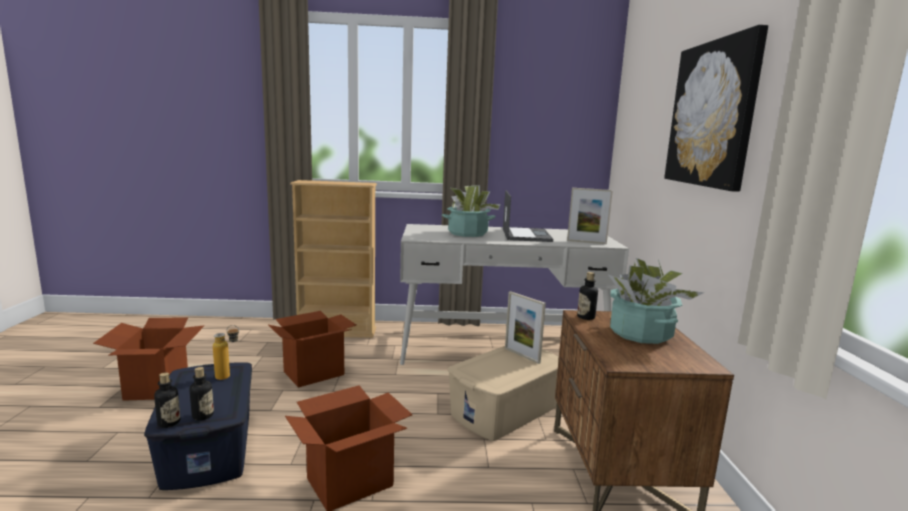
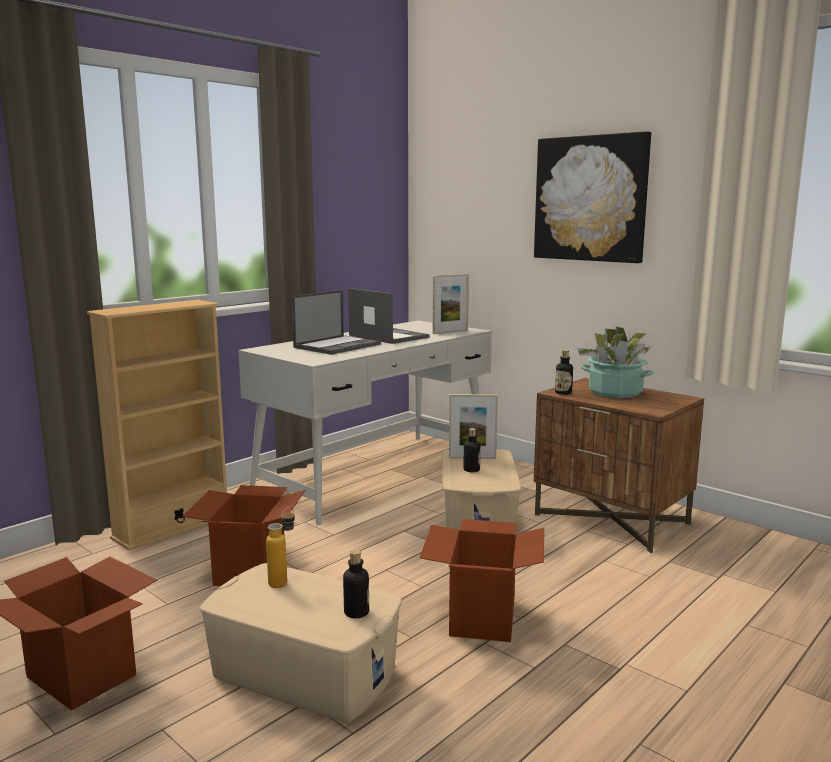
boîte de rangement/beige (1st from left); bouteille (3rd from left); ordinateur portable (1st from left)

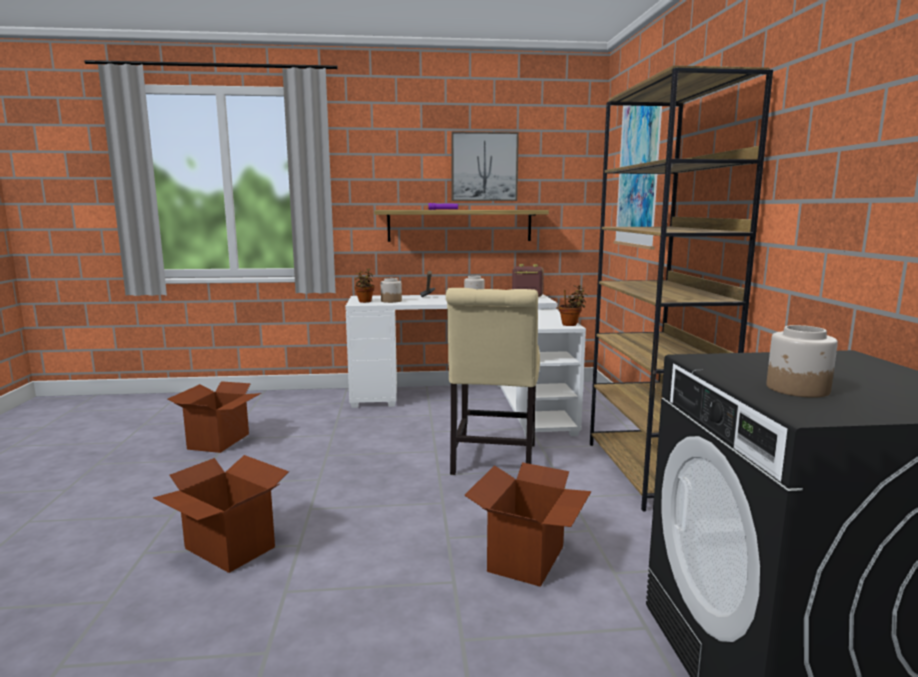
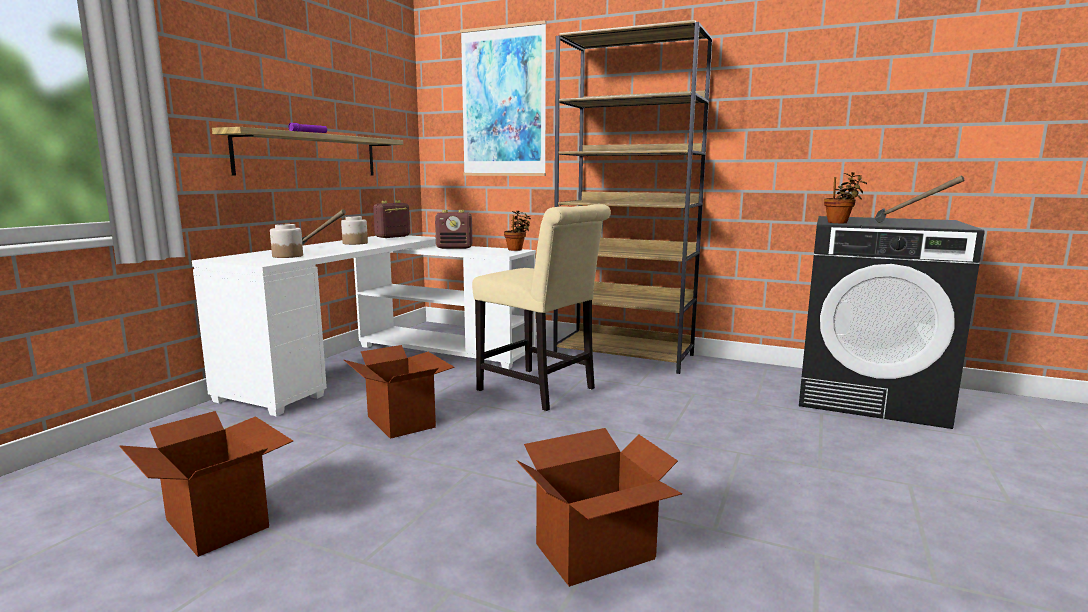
plante en pot (2nd from left); tableau (1st from left in the first image); carton (2nd from left); marteau (2nd from left); radio (2nd from left)

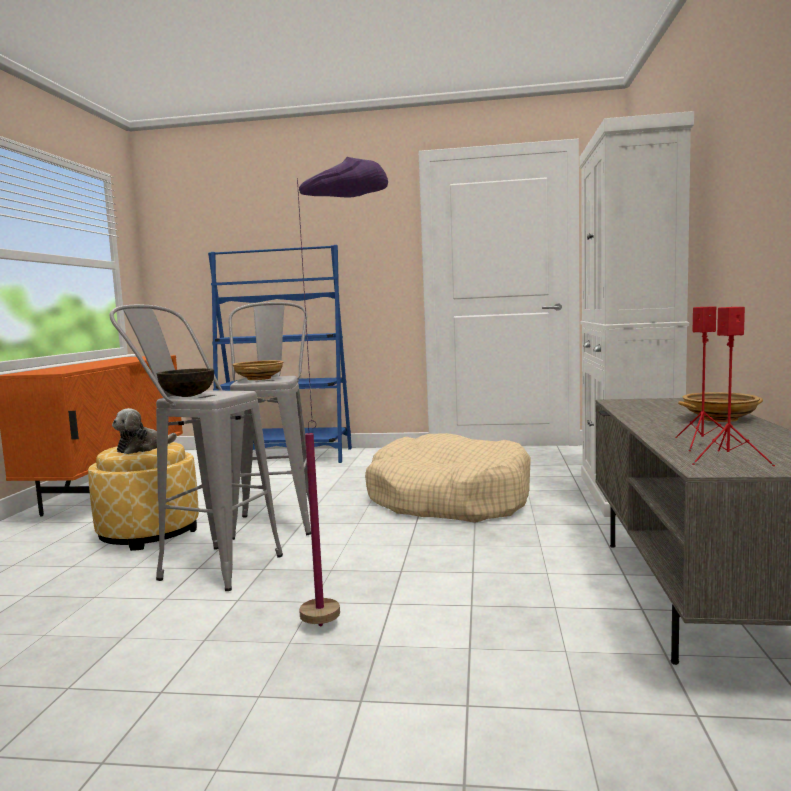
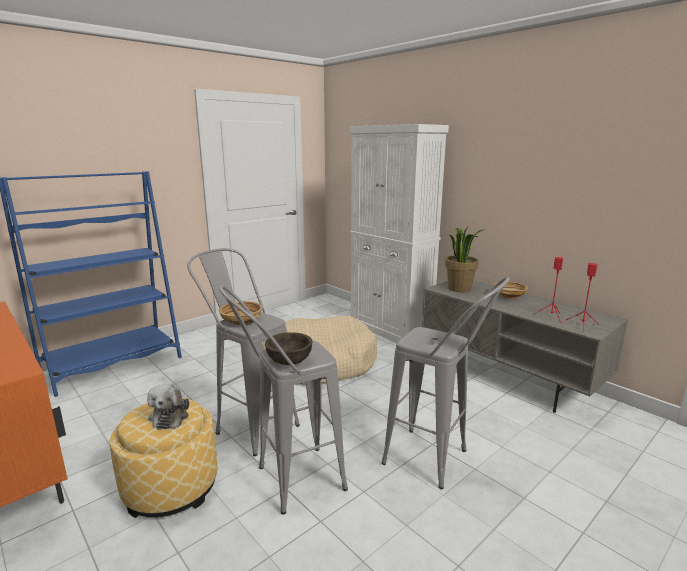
tabouret/gris (3rd from left); plante en pot

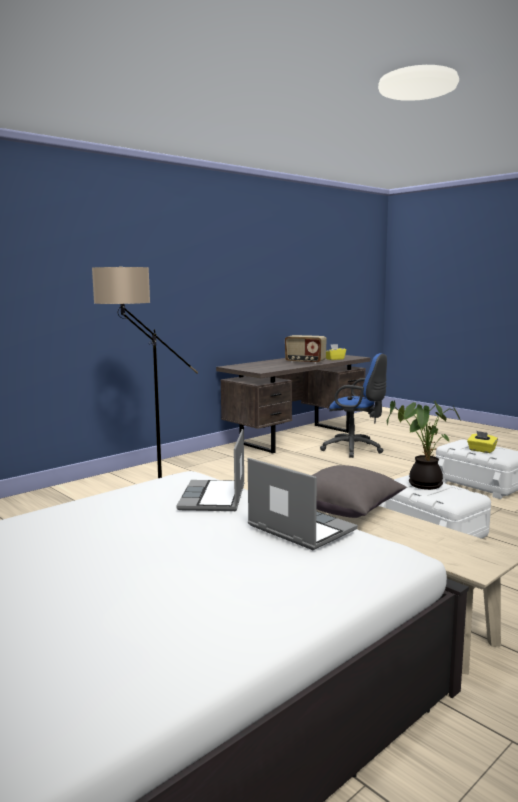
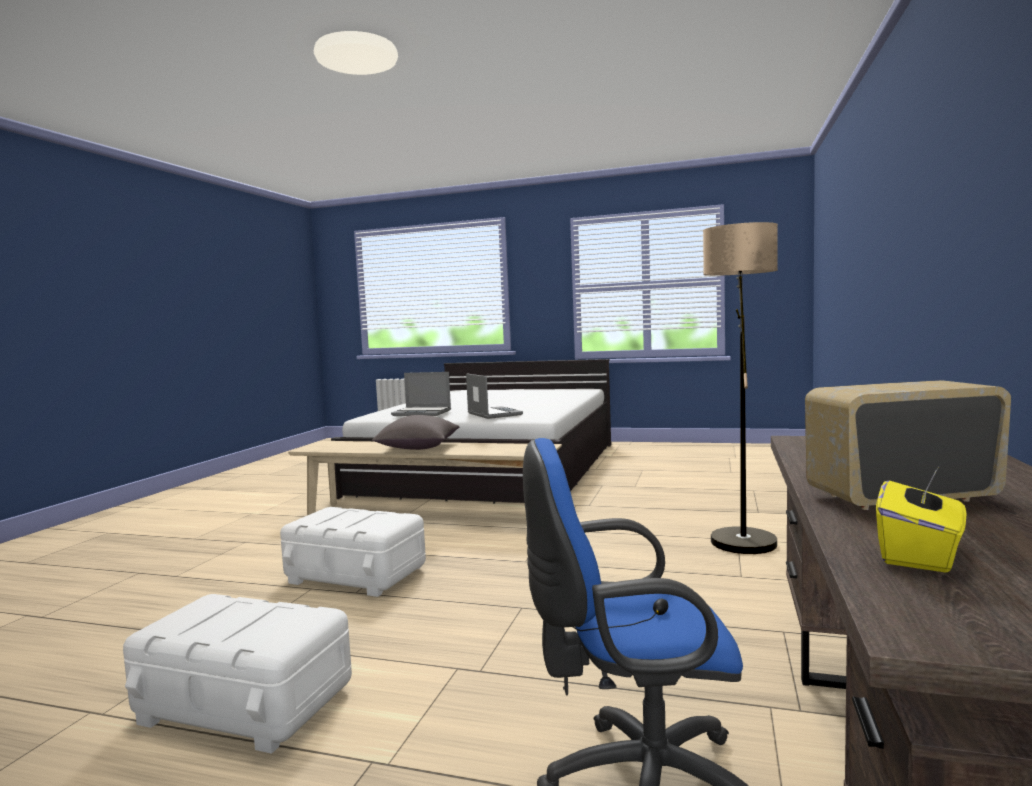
plante en pot; boîte à mouchoirs/jaune (2nd from left in the first image)

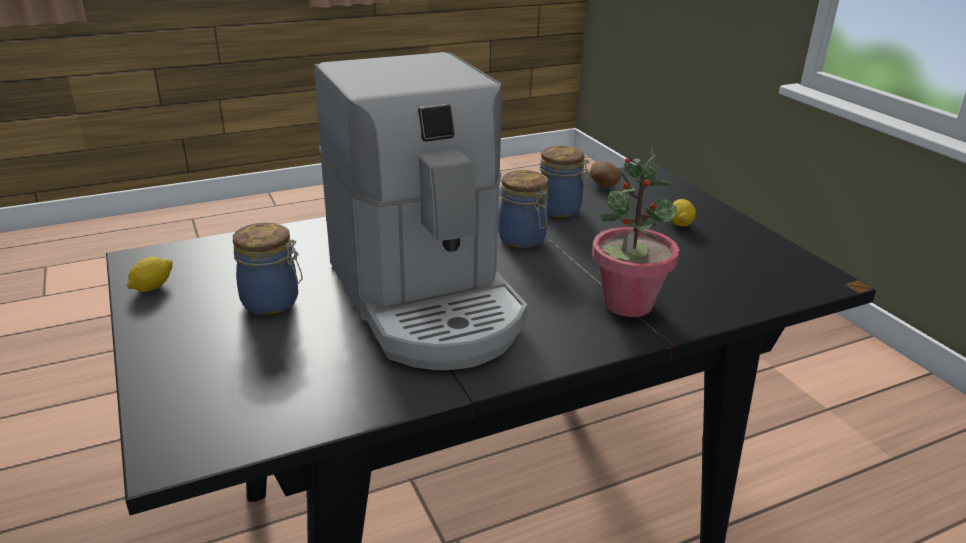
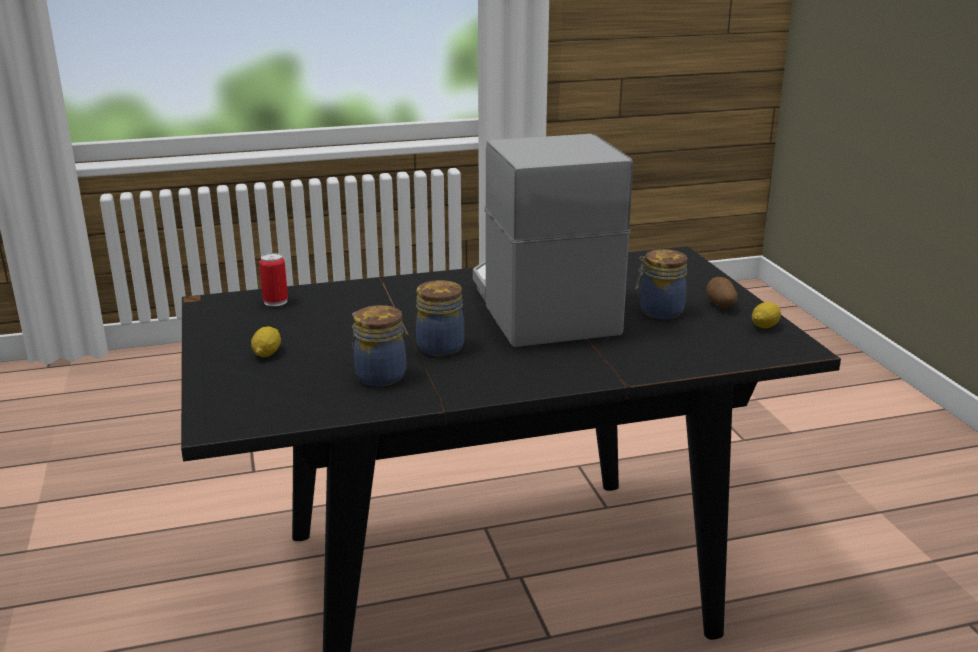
pomme de terre; plante en pot; boîte métallique

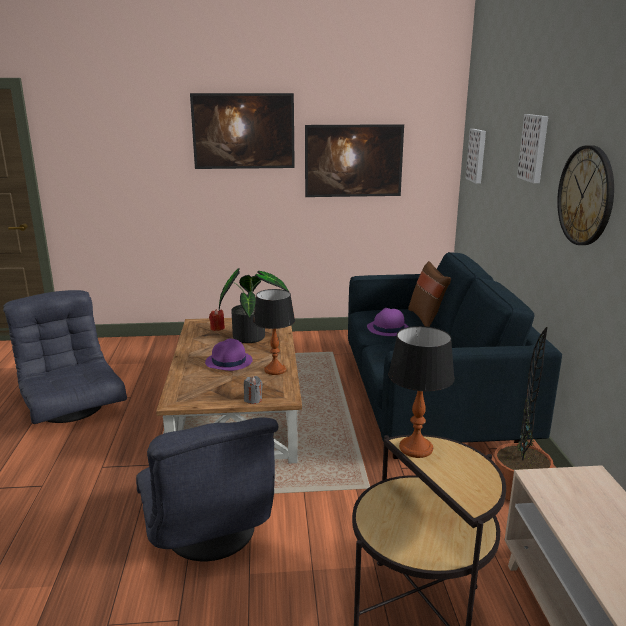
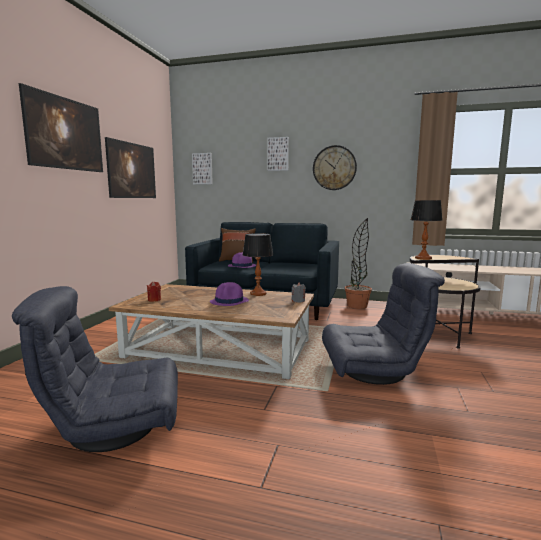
plante en pot (1st from left in the first image)

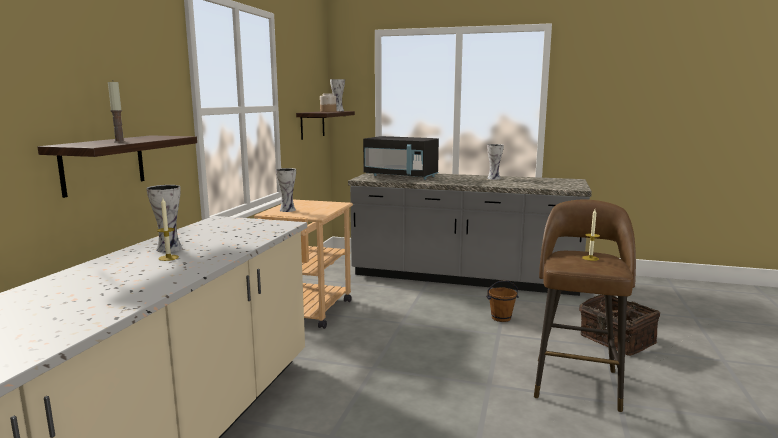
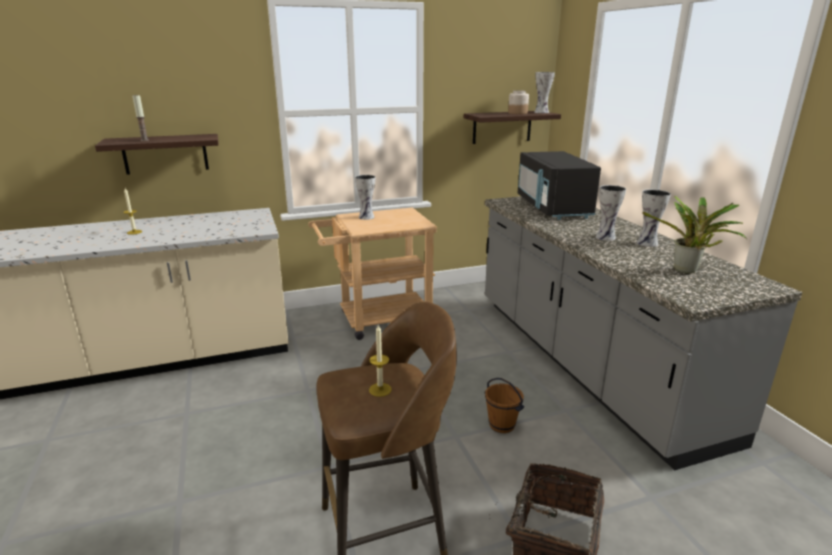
vase (3rd from left); plante en pot

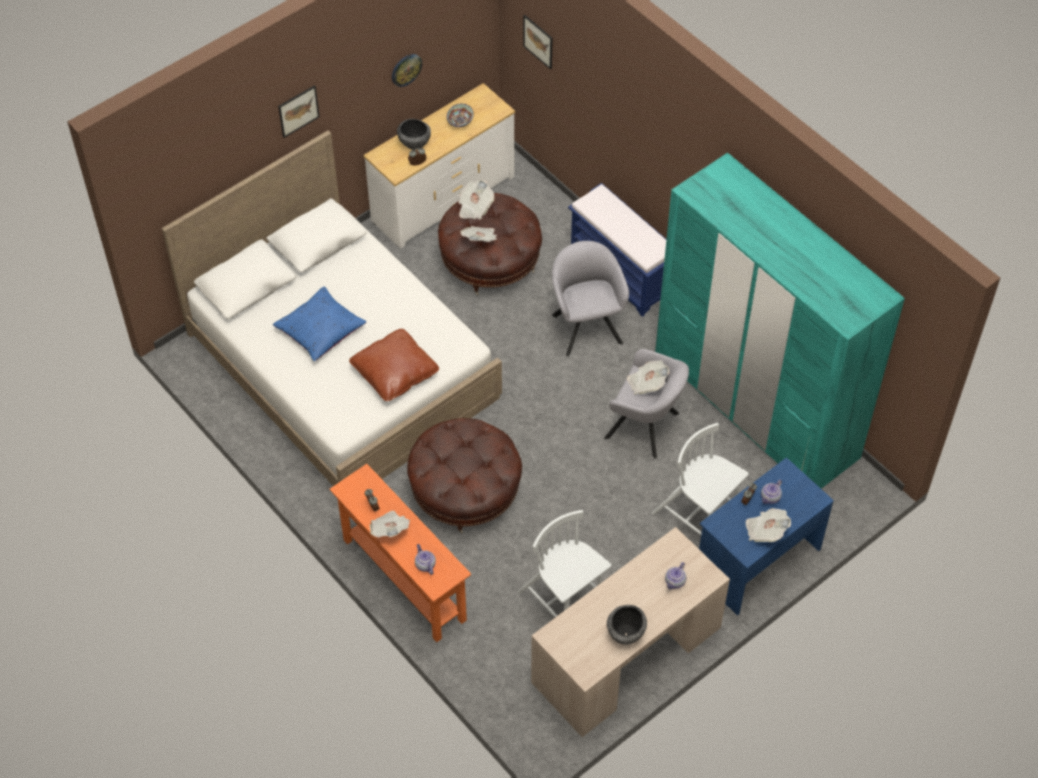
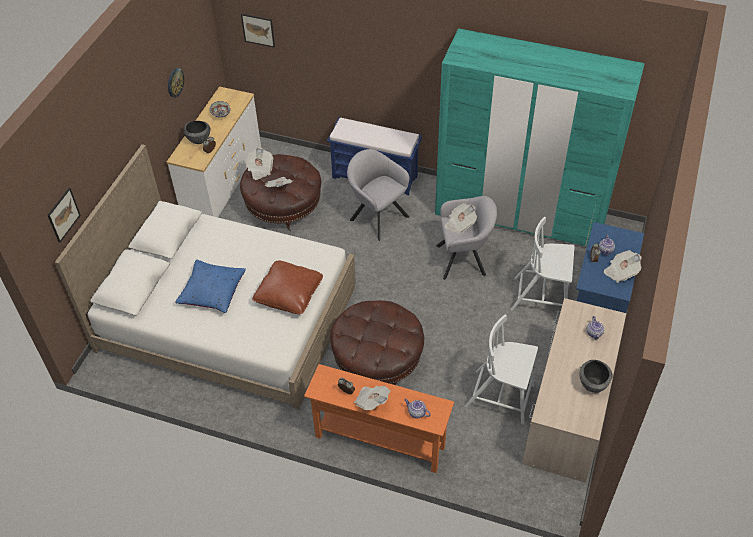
tableau (1st from left)

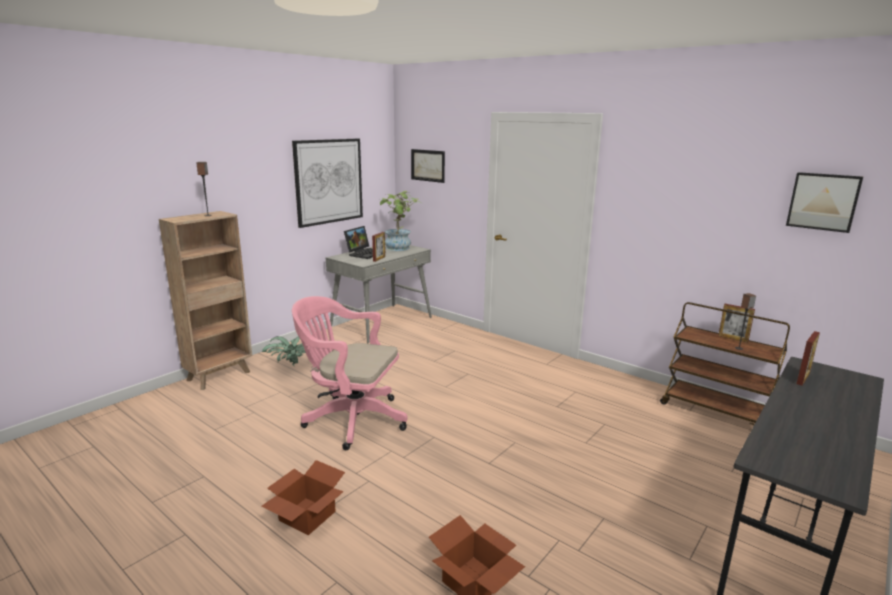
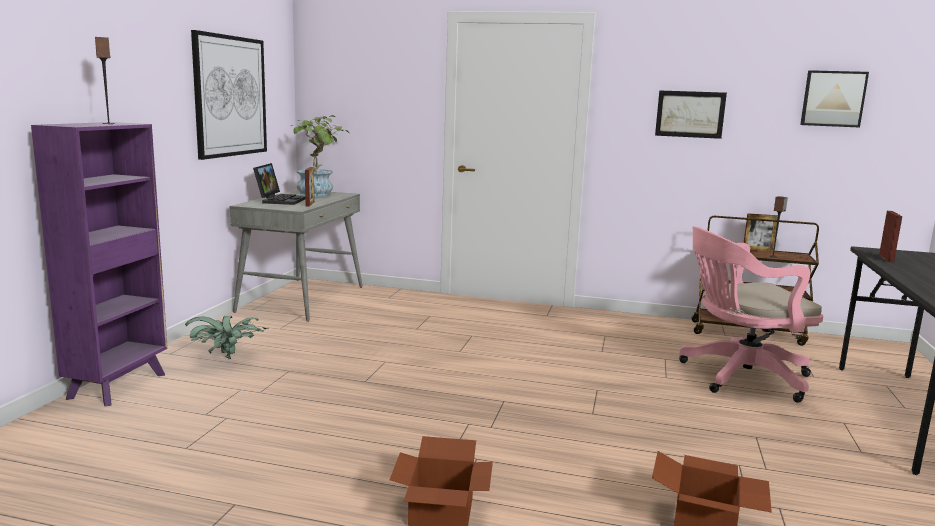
bibliothèque/violet; chaise de bureau/rose; tableau (2nd from left)

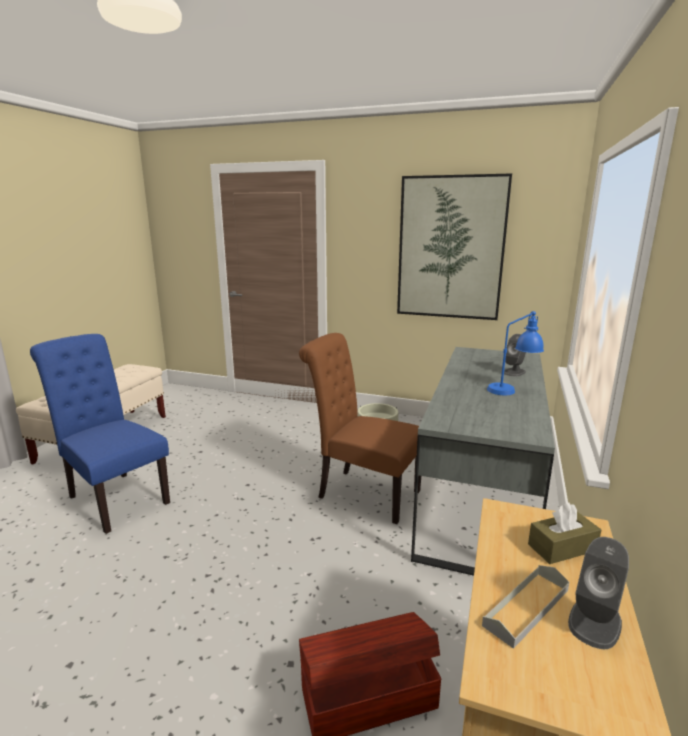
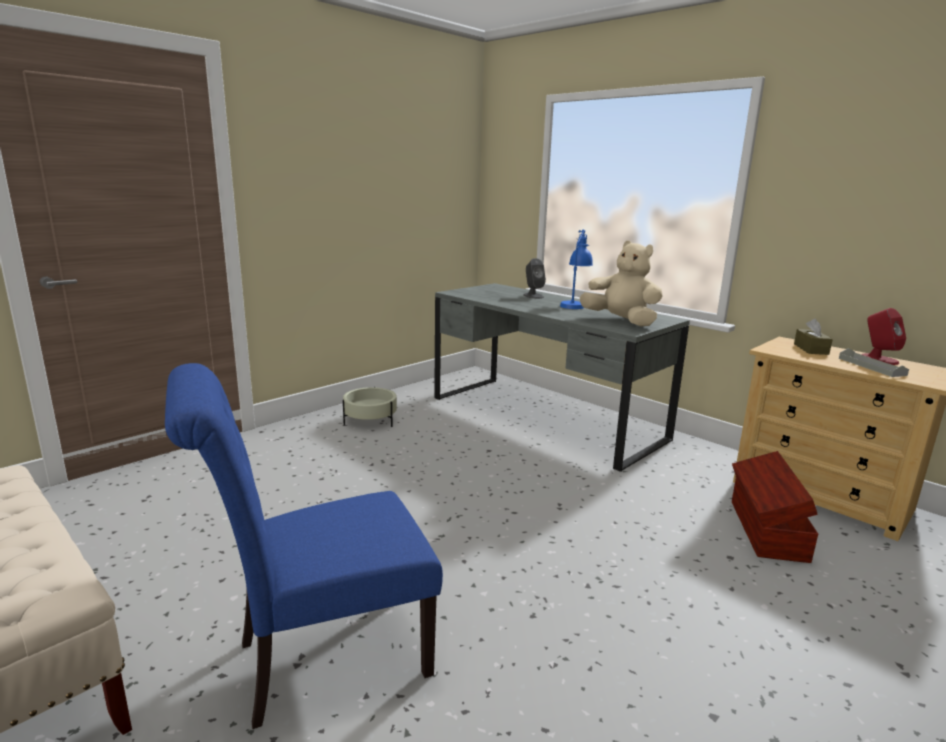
chaise/marron; tableau; enceinte/rouge; peluche/beige

